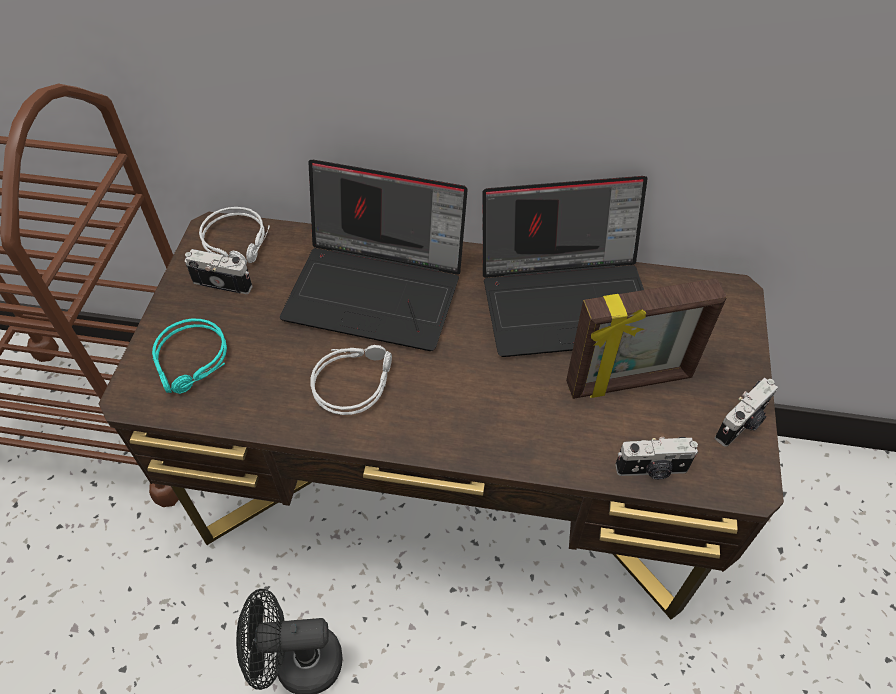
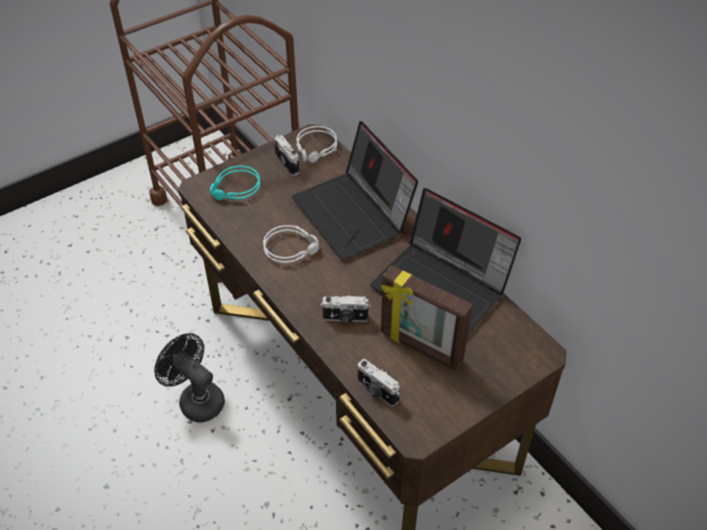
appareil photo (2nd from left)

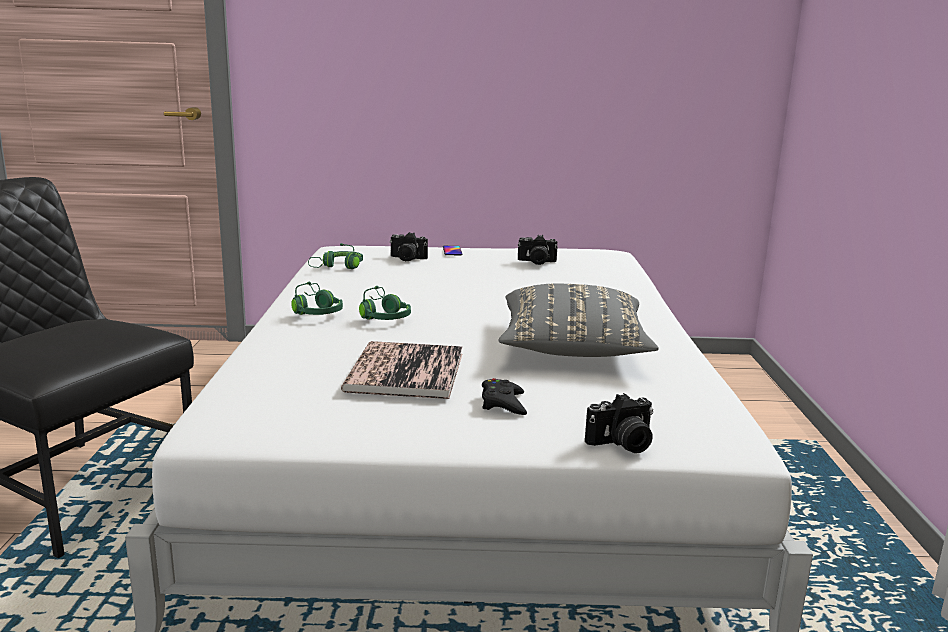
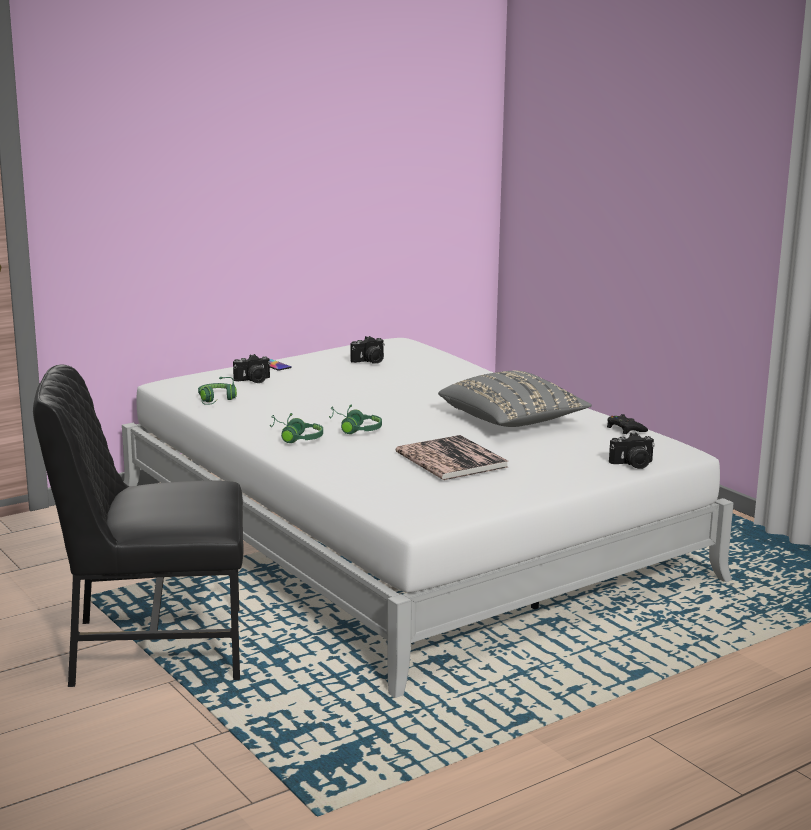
manette/noir; appareil photo (3rd from left)

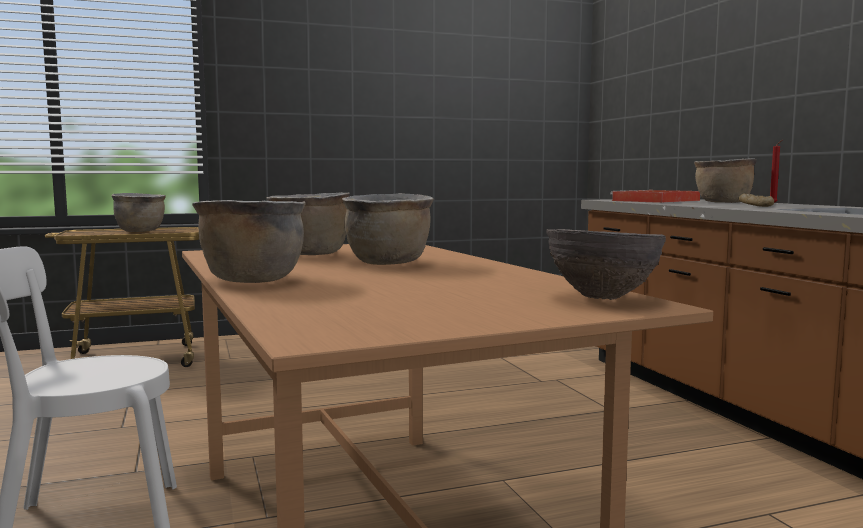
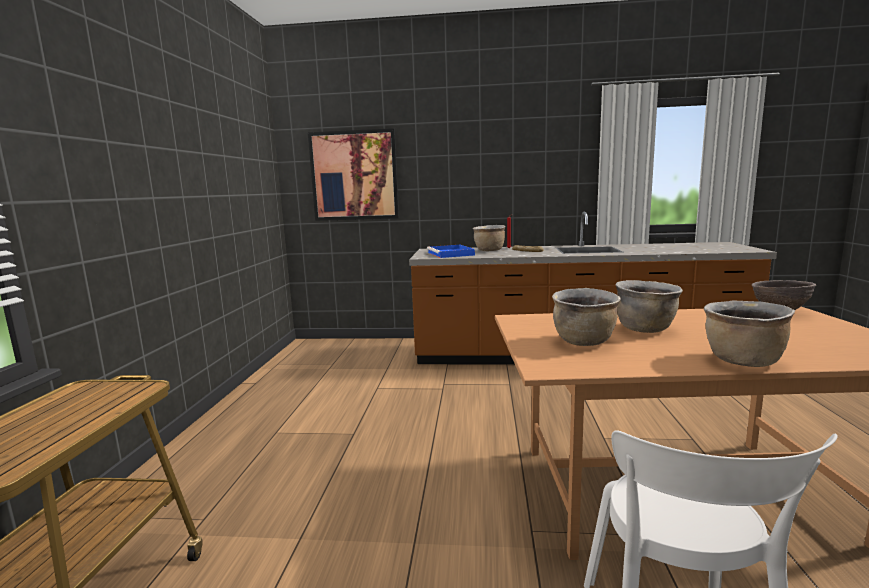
marmite/marron (1st from left in the first image); plateau/bleu; tableau

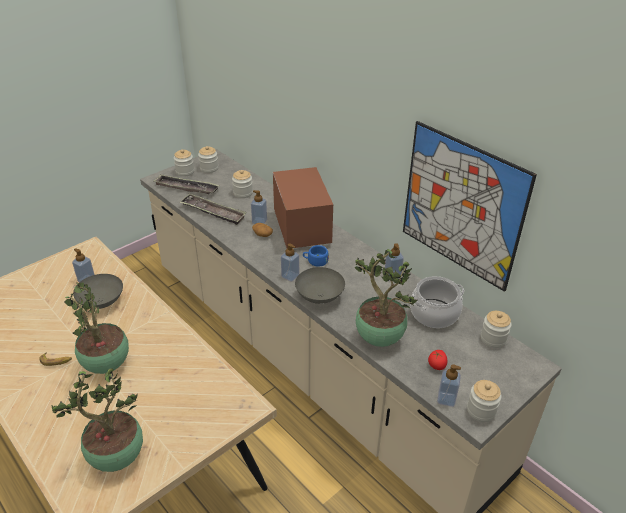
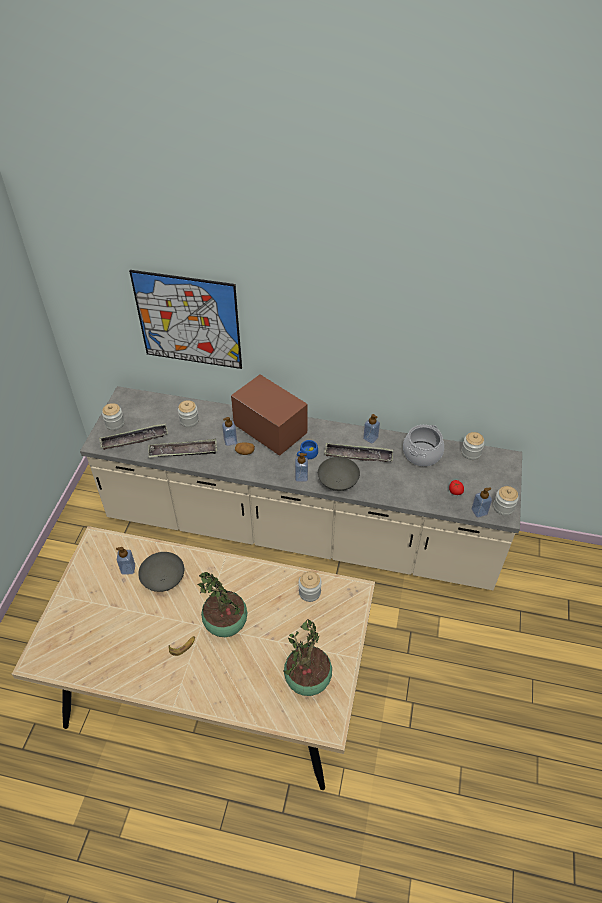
bocal (3rd from left); plante en pot (3rd from left in the first image); tableau; plateau (3rd from left)

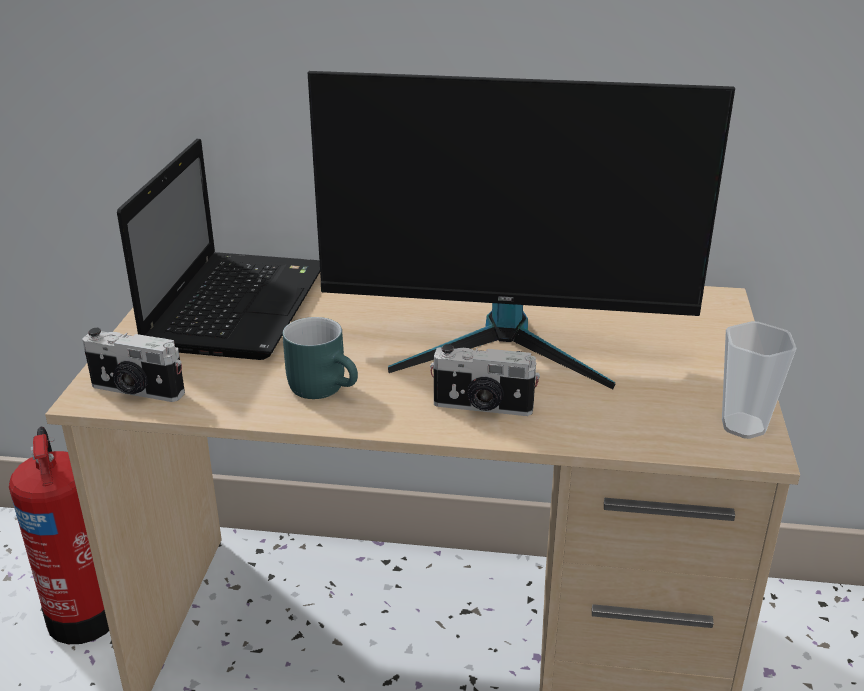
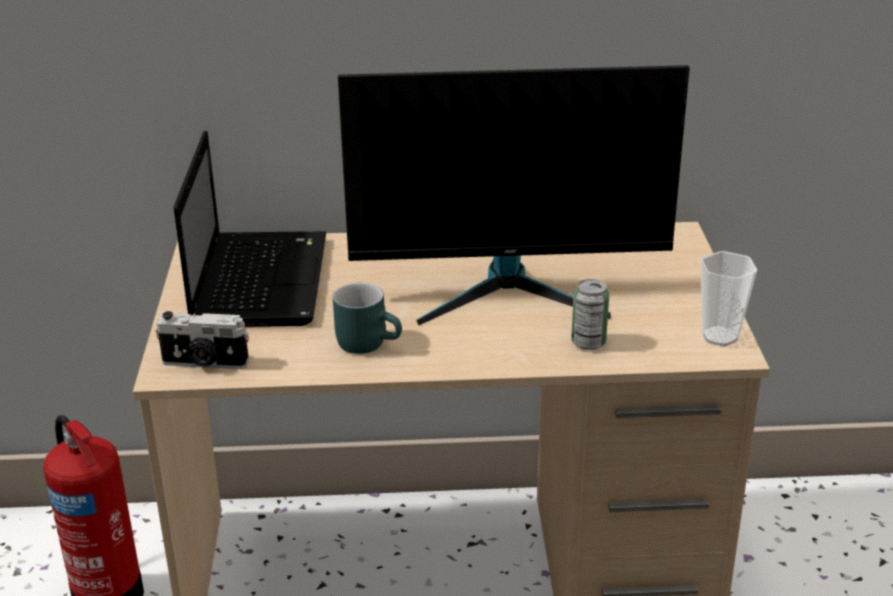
appareil photo (2nd from left in the first image); boîte métallique

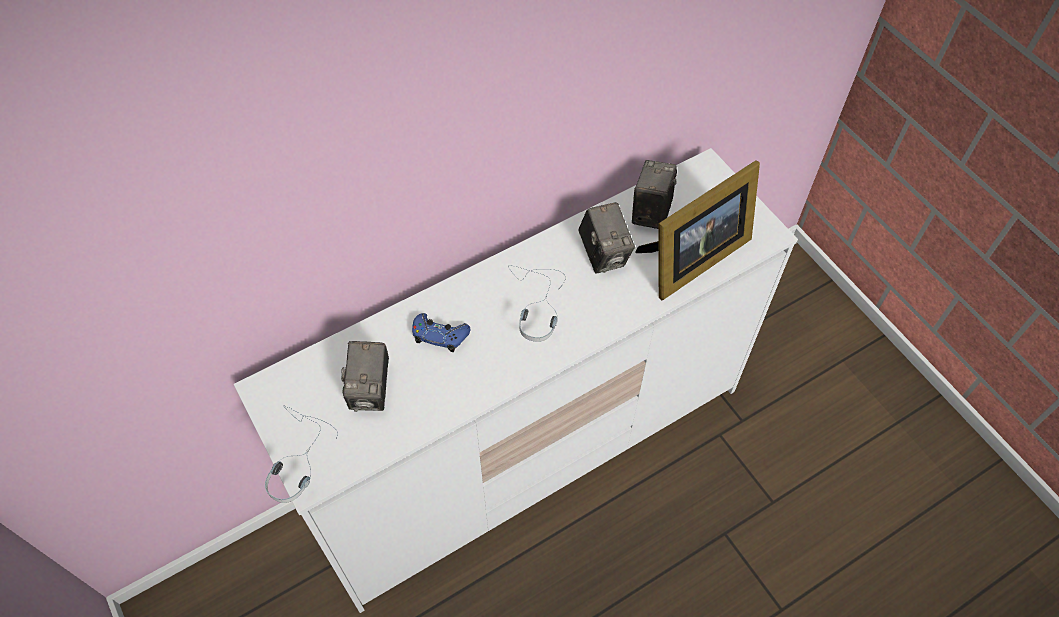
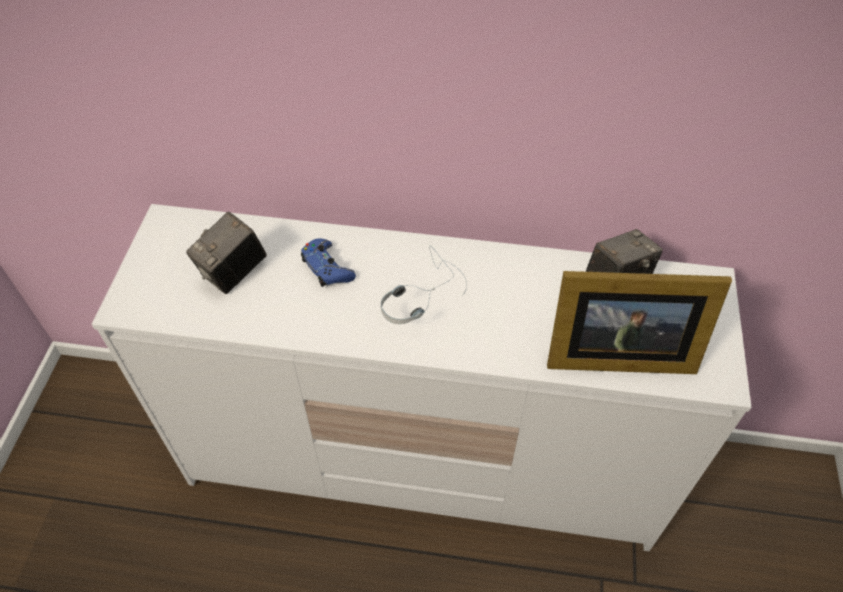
casque audio (1st from left in the first image); appareil photo (2nd from left in the first image)

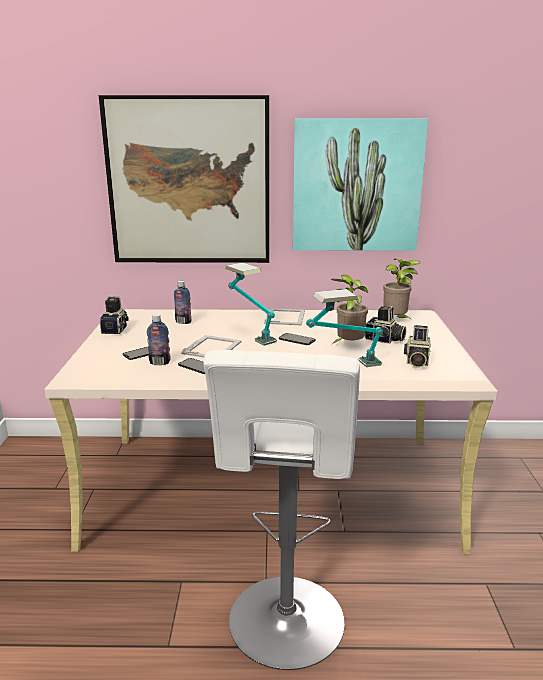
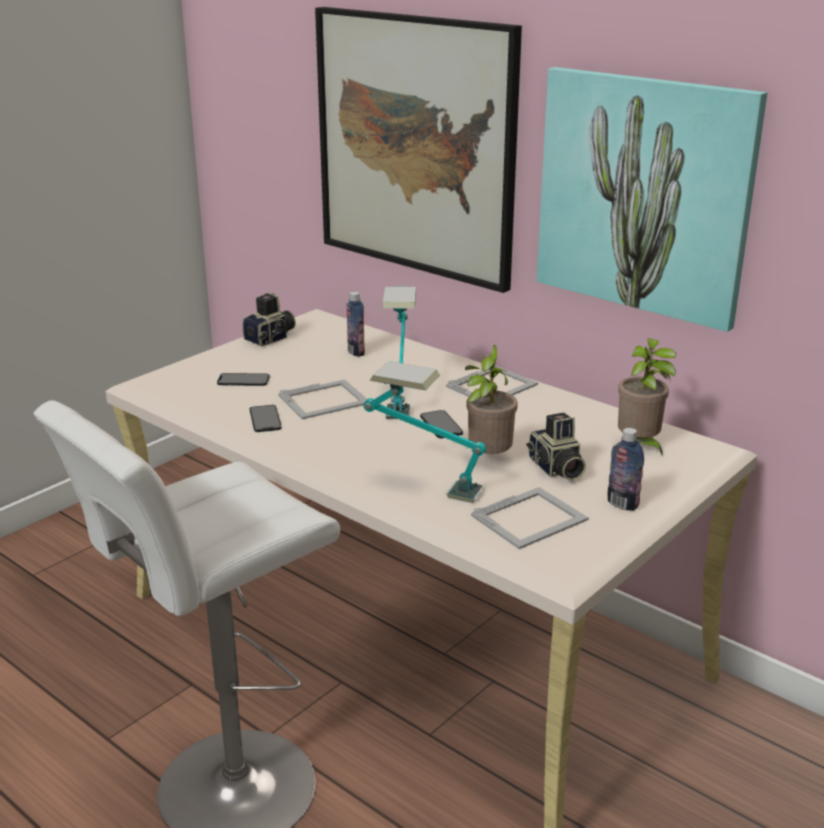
bouteille (2nd from left); cadre photo (3rd from left)

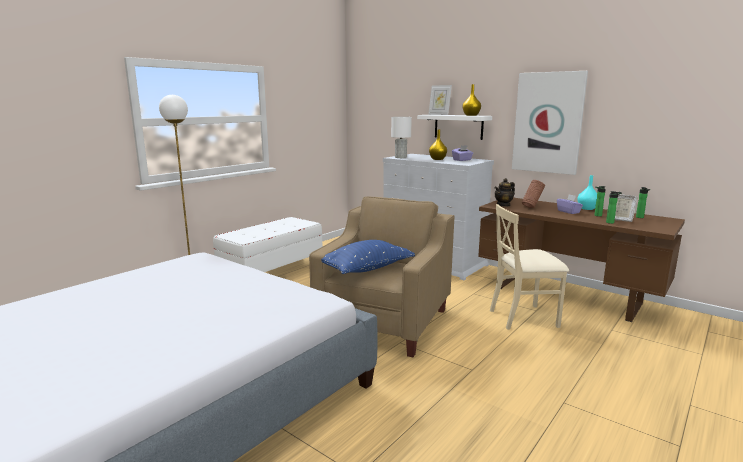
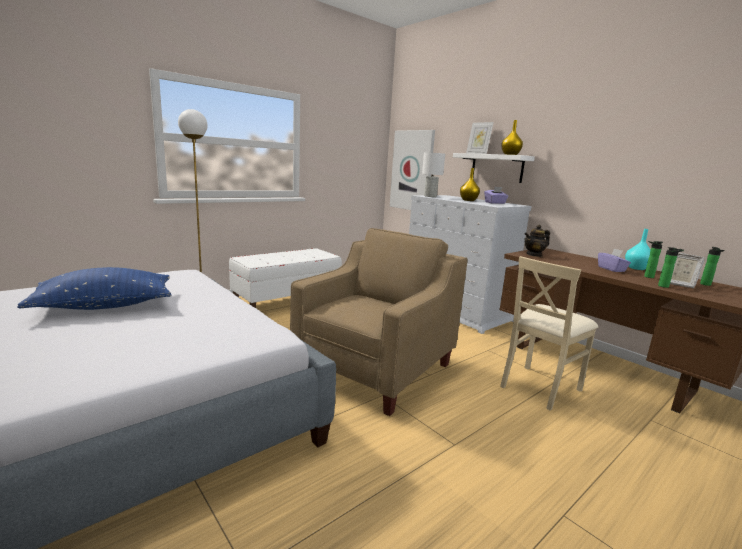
coussin/bleu; chaise/beige; tableau; vase/marron

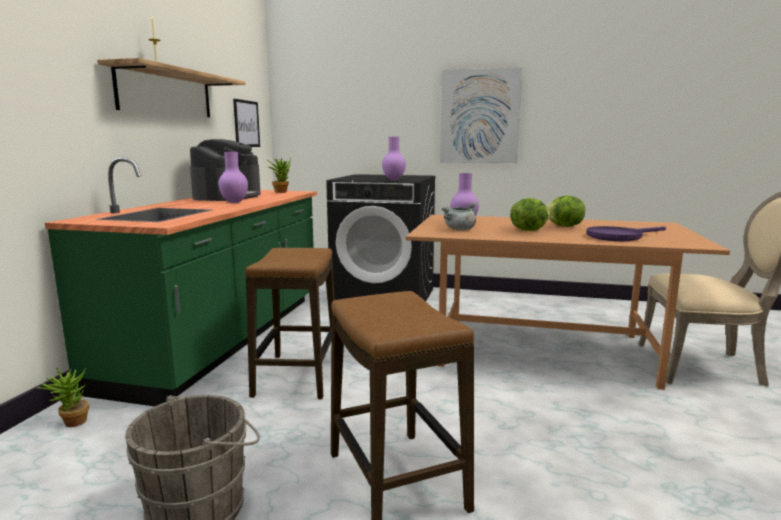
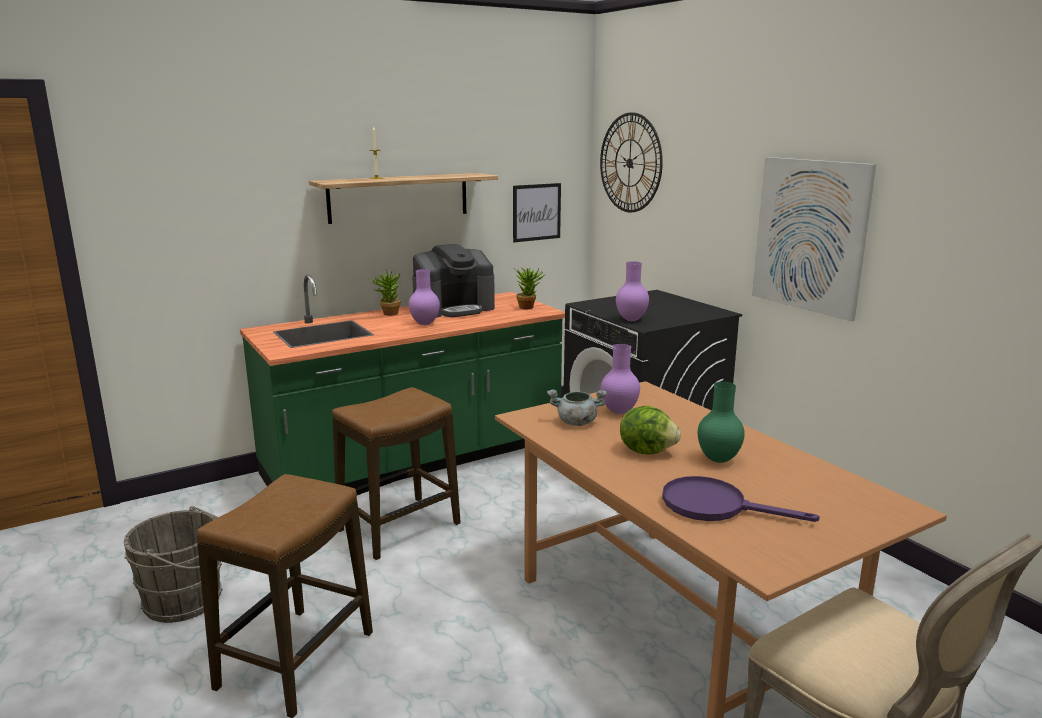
plante en pot (1st from left); vase/vert; horloge murale

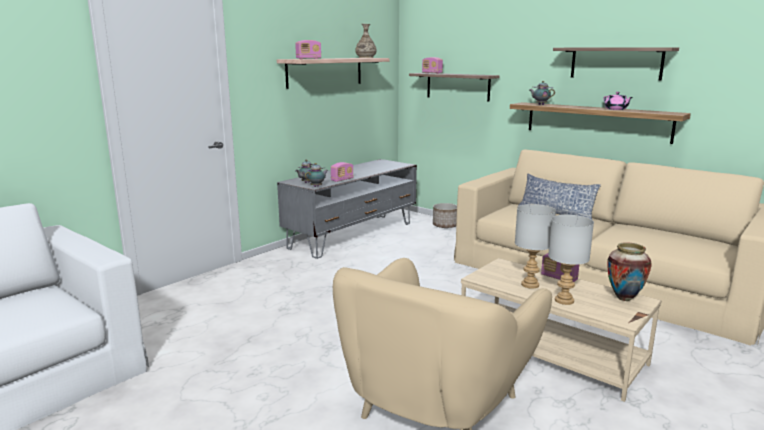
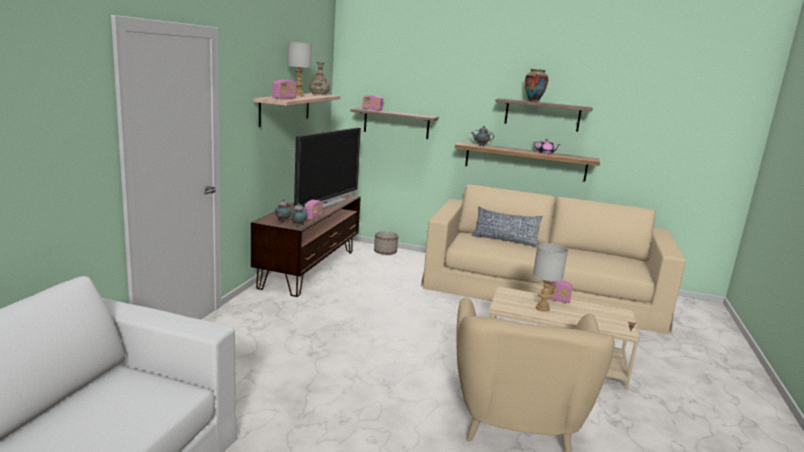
meuble télé/marron; lampe de table/gris (1st from left); vase (2nd from left); téléviseur

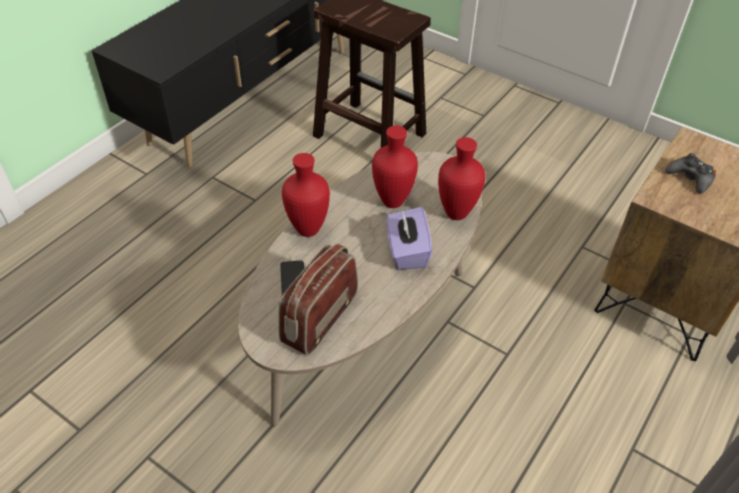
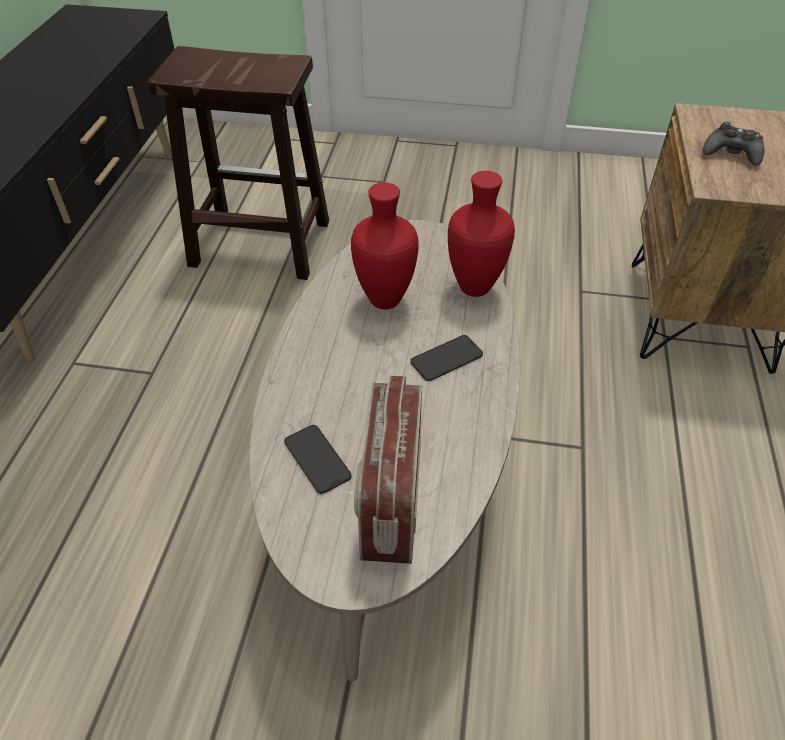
vase/rouge (1st from left in the first image); téléphone (2nd from left)

